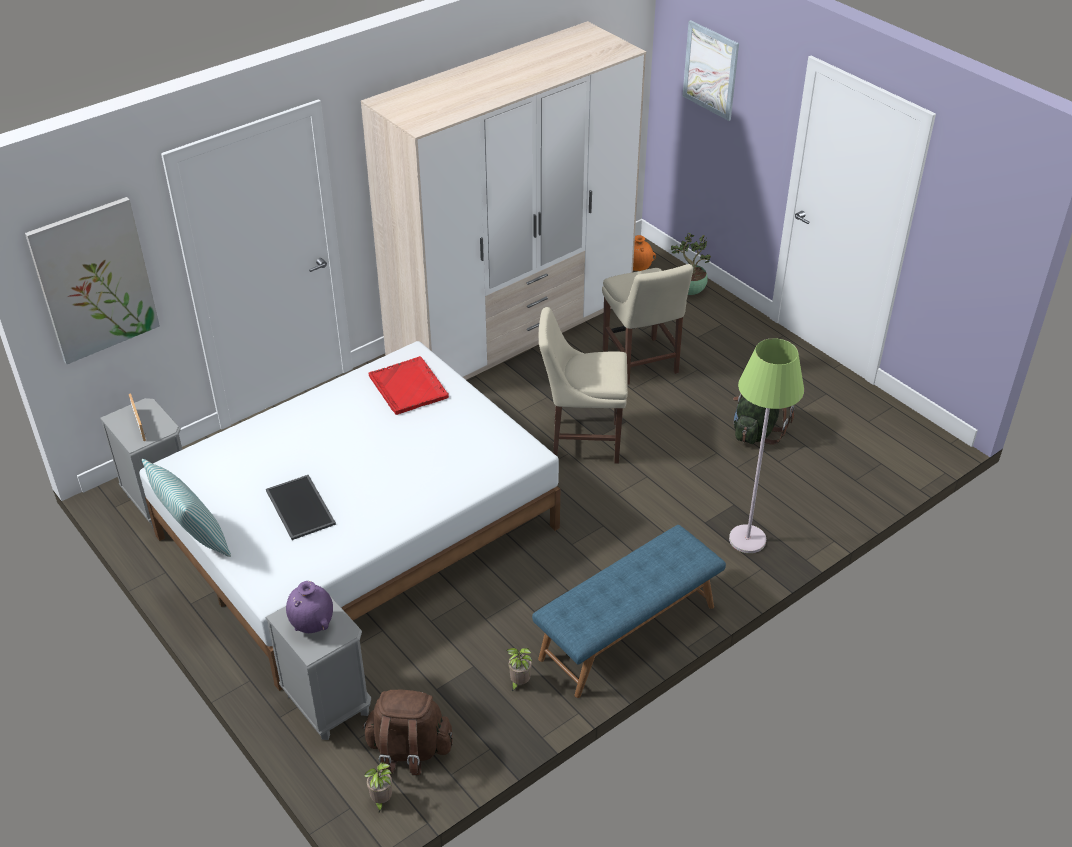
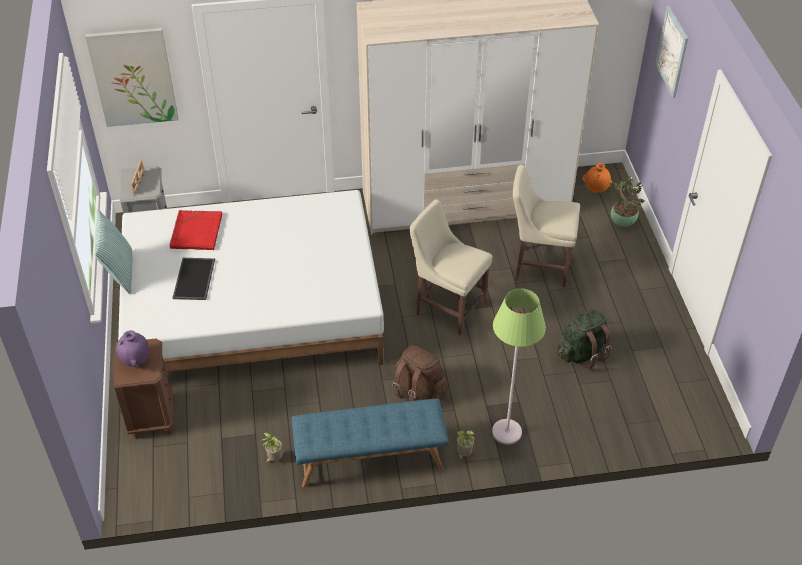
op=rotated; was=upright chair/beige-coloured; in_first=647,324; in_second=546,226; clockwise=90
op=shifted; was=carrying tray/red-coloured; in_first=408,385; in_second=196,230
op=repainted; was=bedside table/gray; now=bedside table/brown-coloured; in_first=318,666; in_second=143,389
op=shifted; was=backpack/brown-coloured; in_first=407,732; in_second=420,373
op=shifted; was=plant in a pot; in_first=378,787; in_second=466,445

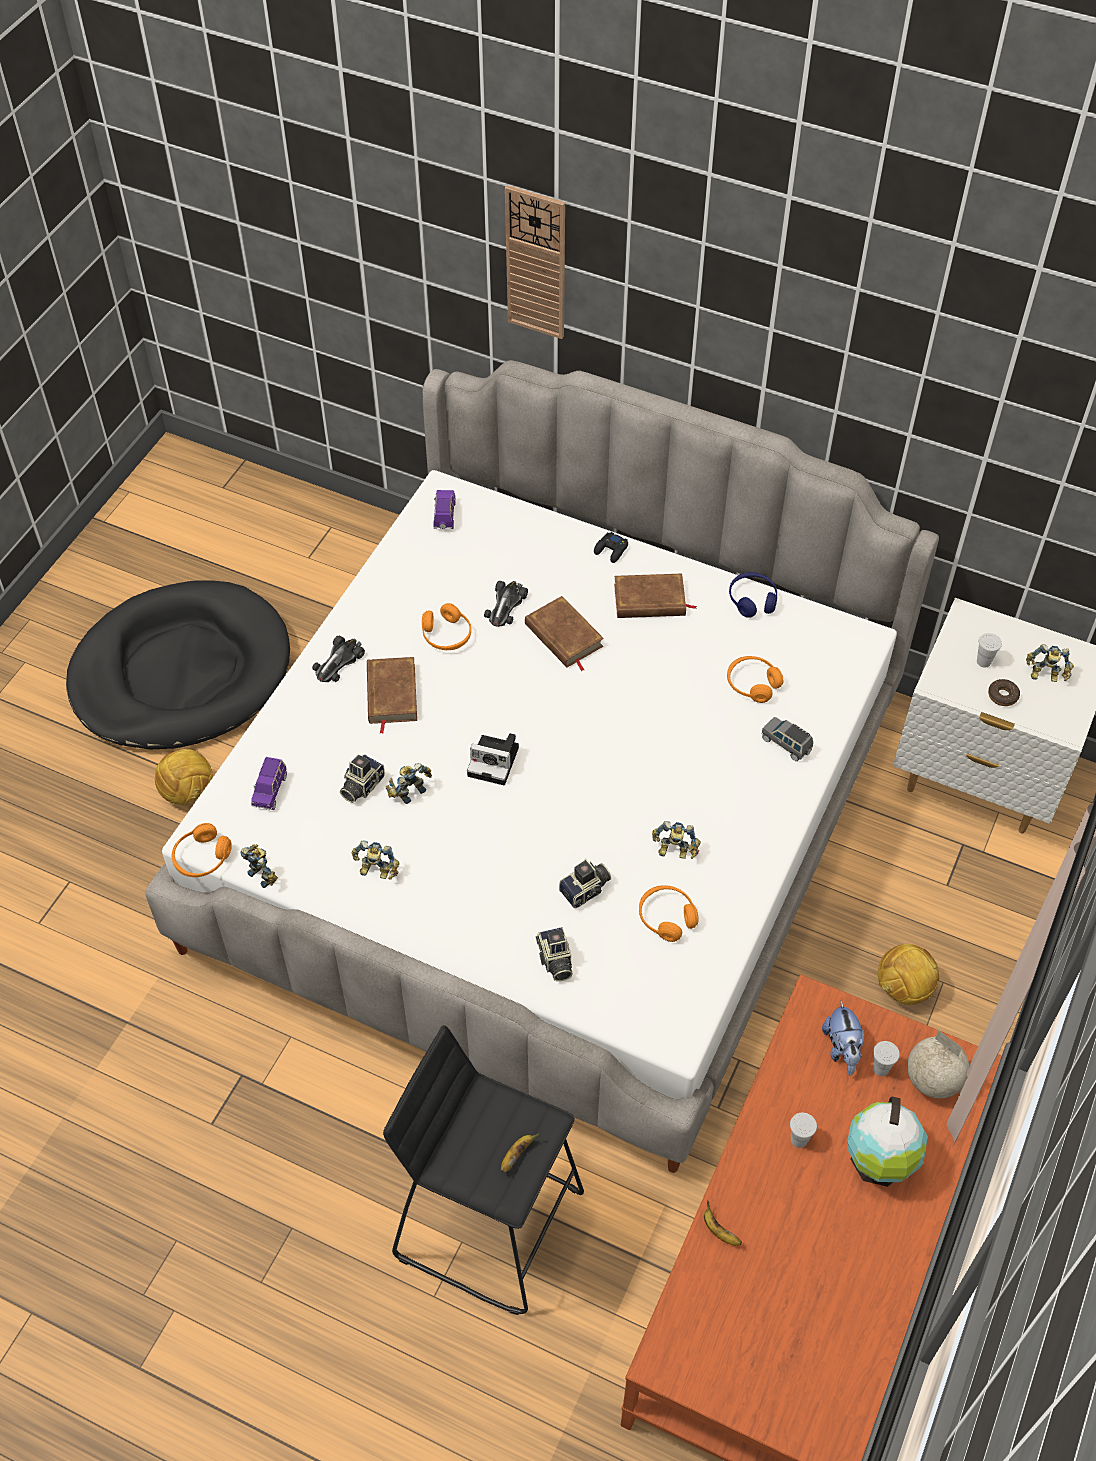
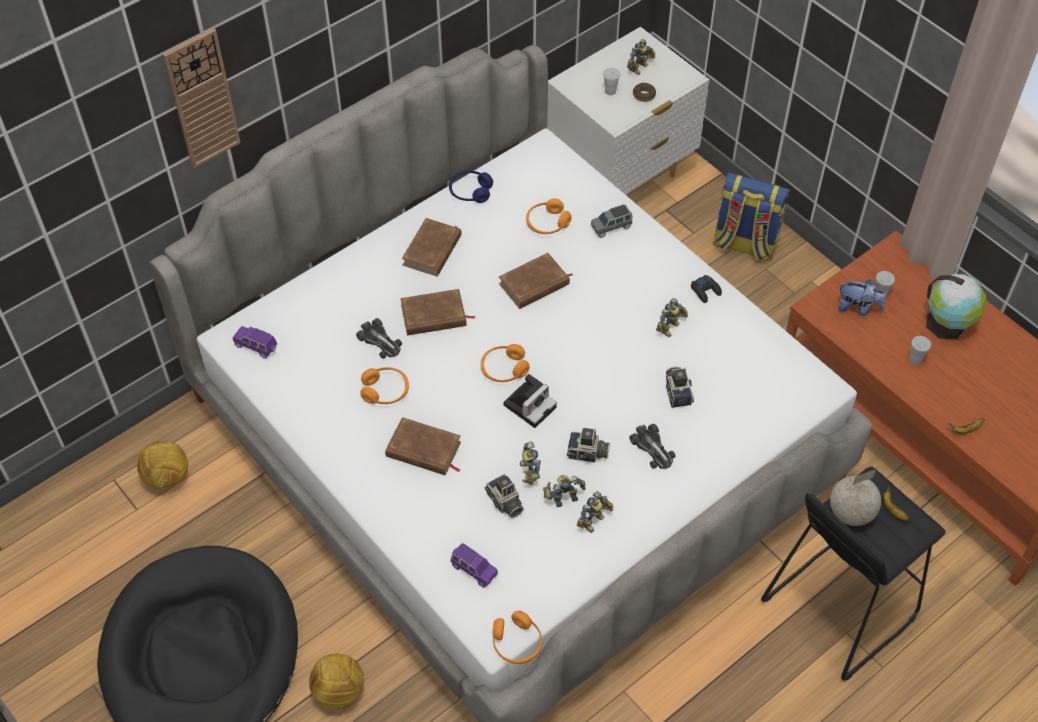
op=shifted; was=joypad/black; in_first=611,547; in_second=706,289
op=shifted; was=miniature car; in_first=338,658; in_second=652,446
op=shifted; was=robot figure; in_first=259,866; in_second=564,491
op=shifted; was=headset/orangey; in_first=669,913; in_second=505,363
op=shifted; was=photo camera; in_first=554,954; in_second=588,445
op=shifted; was=ball for football; in_first=909,974; in_second=162,465
op=shifted; was=globe; in_first=938,1064; in_second=855,497
op=new; now=backpack; in_second=751,217
op=new; now=book/brown-coloured; in_second=535,281

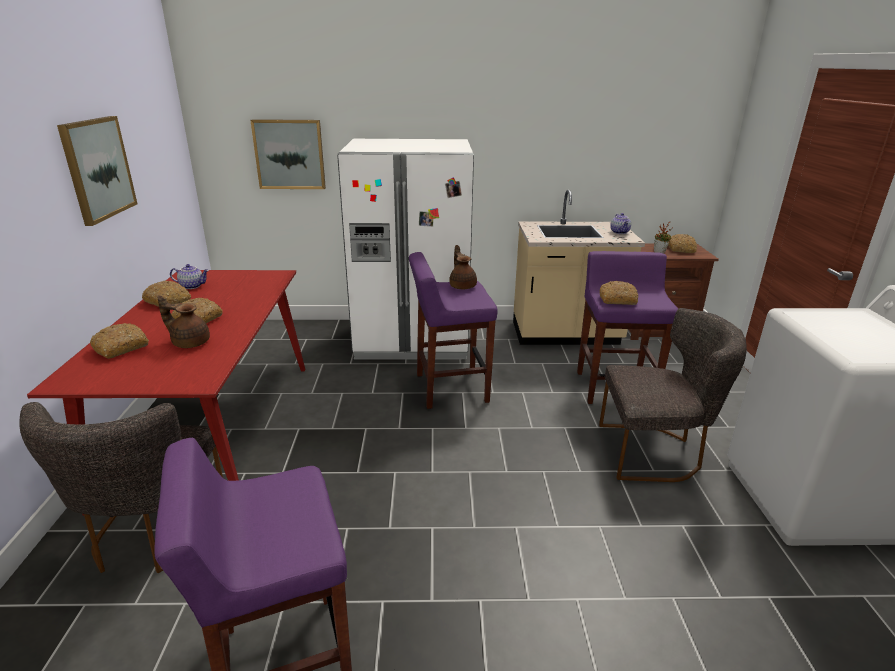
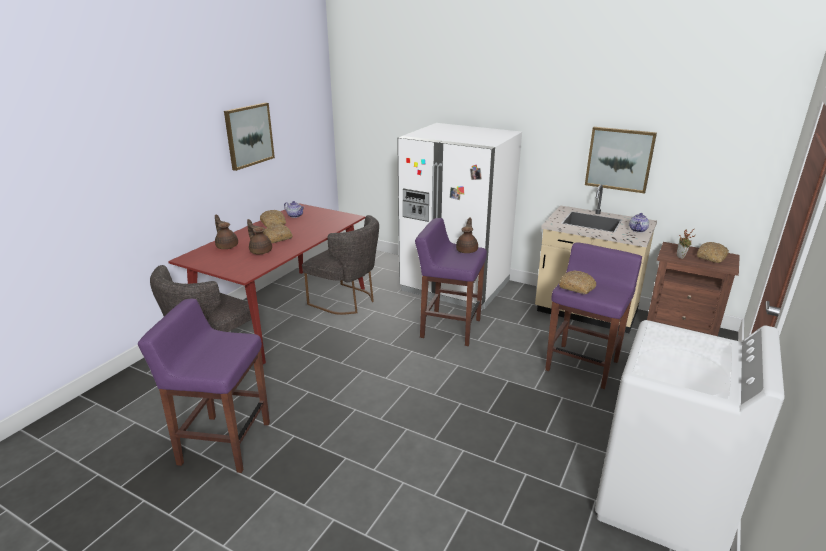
op=shifted; was=wall picture; in_first=288,154; in_second=621,160
op=shifted; was=upright chair/gray; in_first=673,395; in_second=340,265
op=swapped; was=bakery bread; now=teapot/brown-coloured; in_first=119,341; in_second=226,231

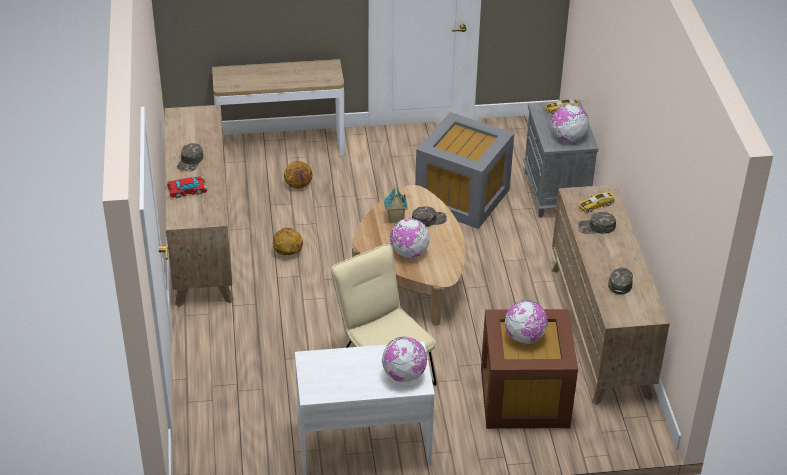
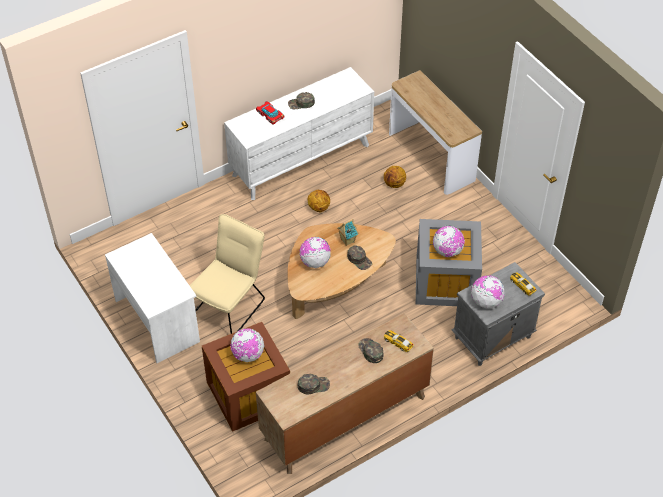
op=repainted; was=dresser/brown-coloured; now=dresser/whitish; in_first=199,206; in_second=299,133
op=shifted; was=globe; in_first=404,359; in_second=449,241

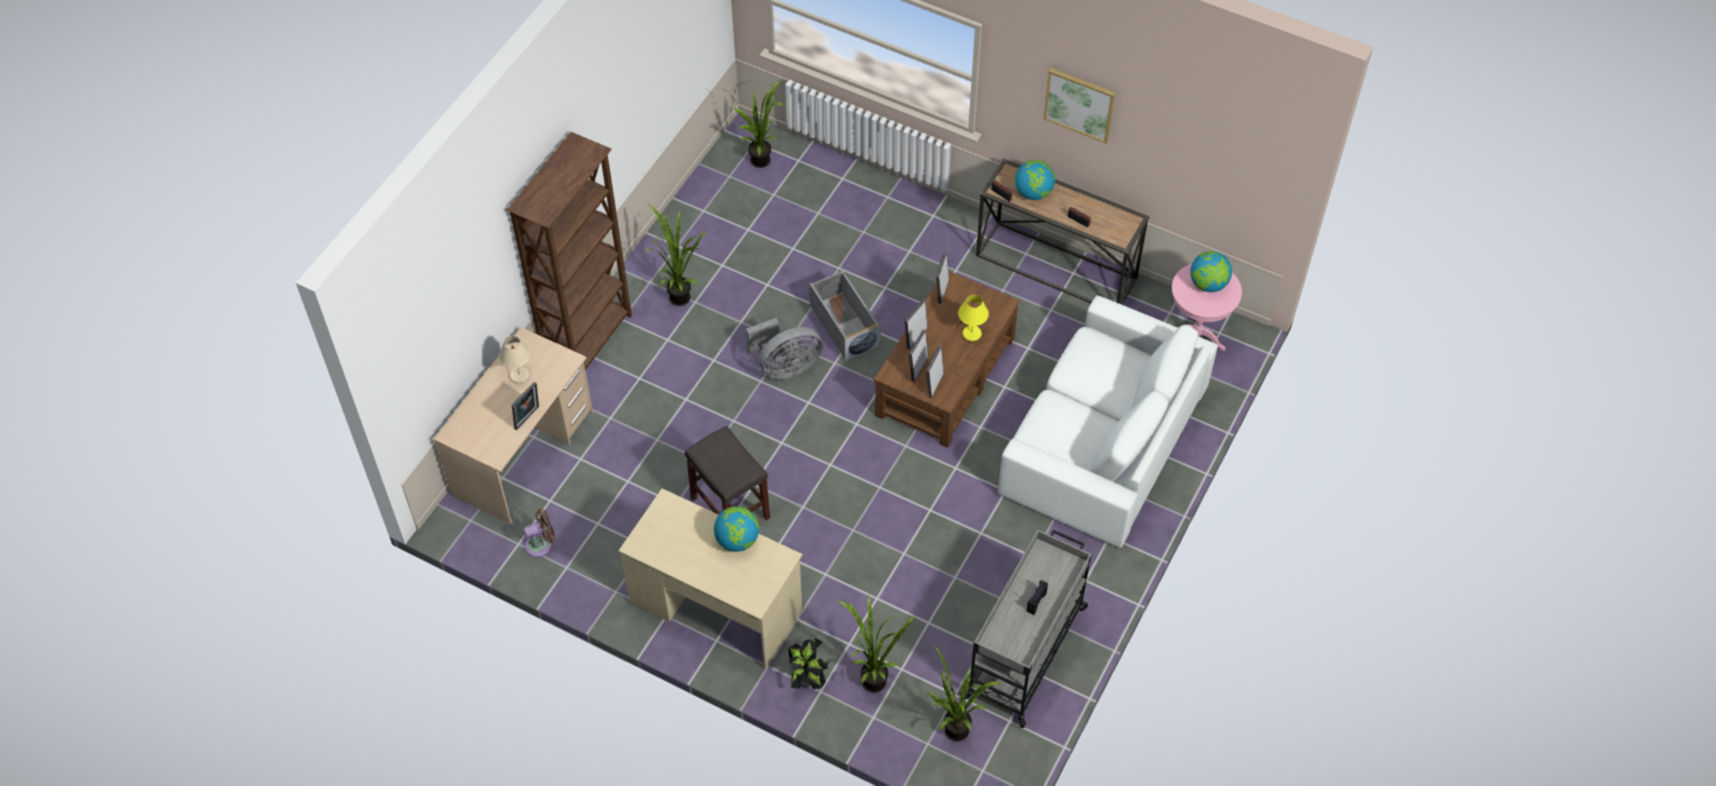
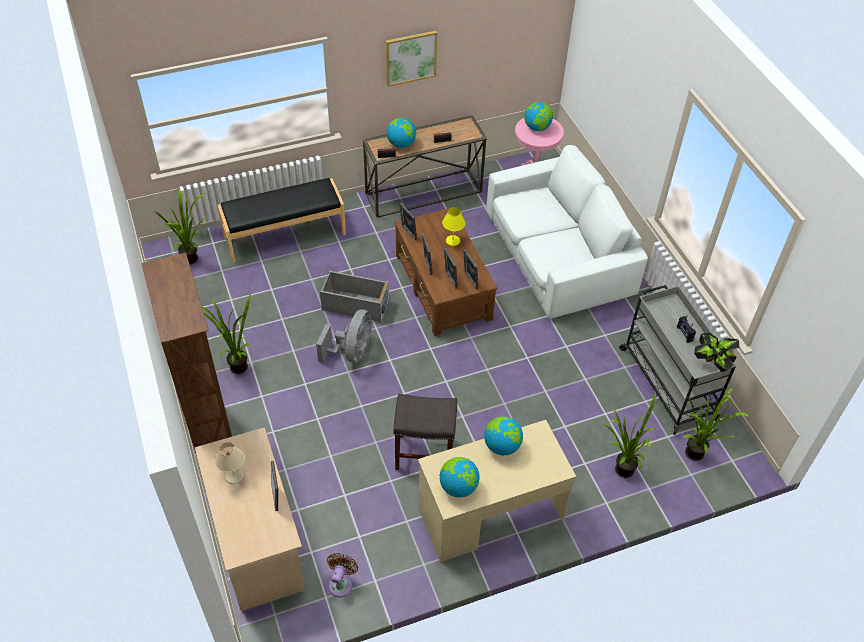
op=shifted; was=plant in a pot; in_first=808,664; in_second=716,352
op=new; now=bench/black; in_second=282,220
op=new; now=globe; in_second=460,477

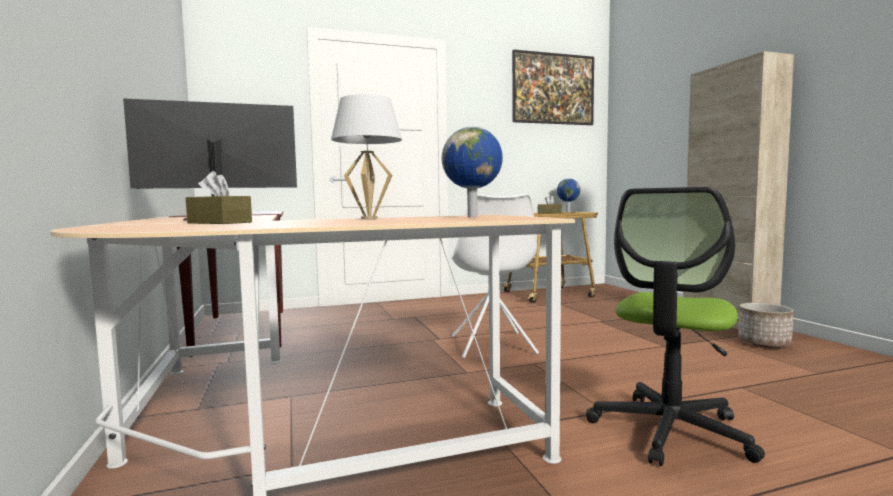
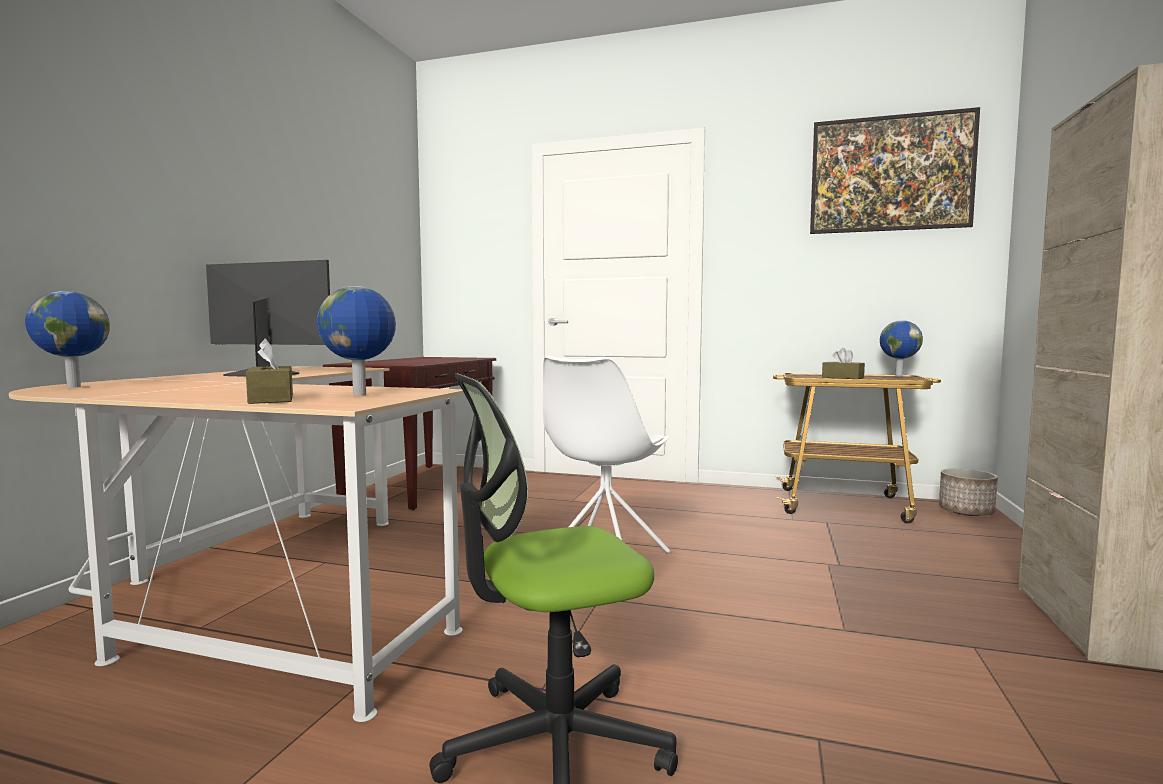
op=gone; was=lamp for a table/whitish; in_first=366,156
op=shifted; was=box of tissues/brown-coloured; in_first=219,197; in_second=269,371
op=shifted; was=flower pot; in_first=766,325; in_second=968,492
op=new; now=globe; in_second=67,339

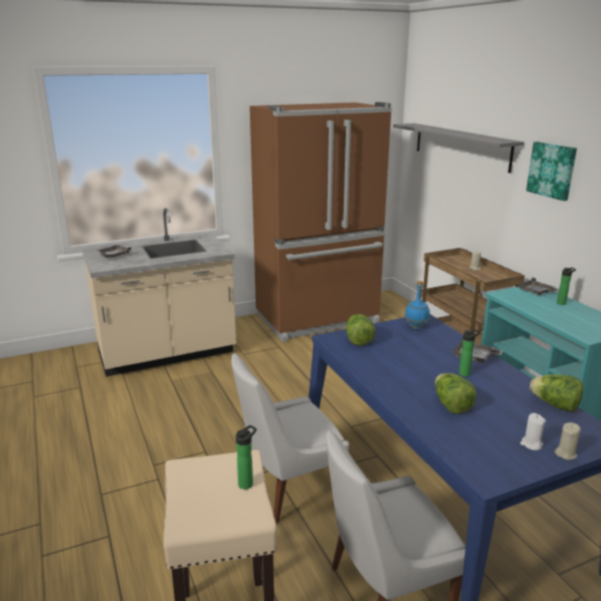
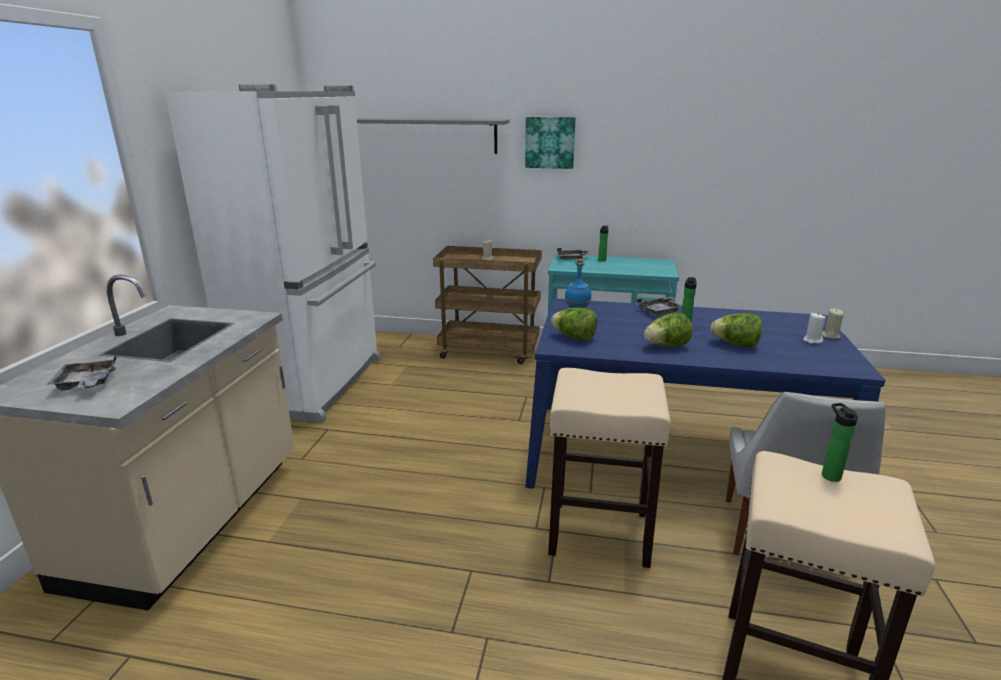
op=repainted; was=refrigerator/brown-coloured; now=refrigerator/whitish; in_first=321,222; in_second=272,253
op=swapped; was=upright chair/whitish; now=sitting stool/beige-coloured; in_first=290,438; in_second=609,468
op=shifted; was=head of lettuce; in_first=556,393; in_second=668,329

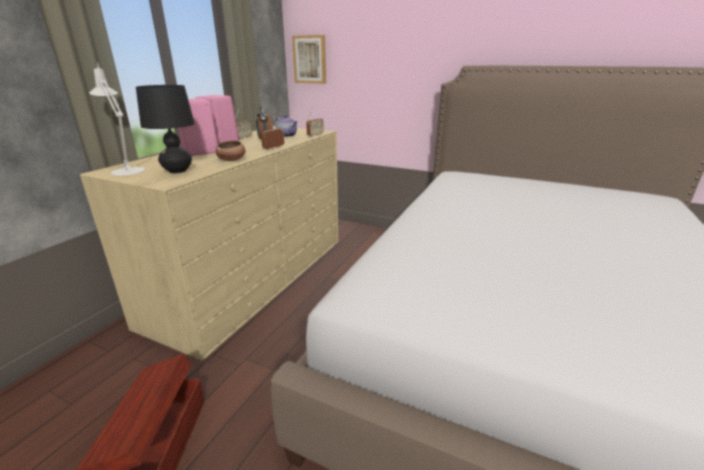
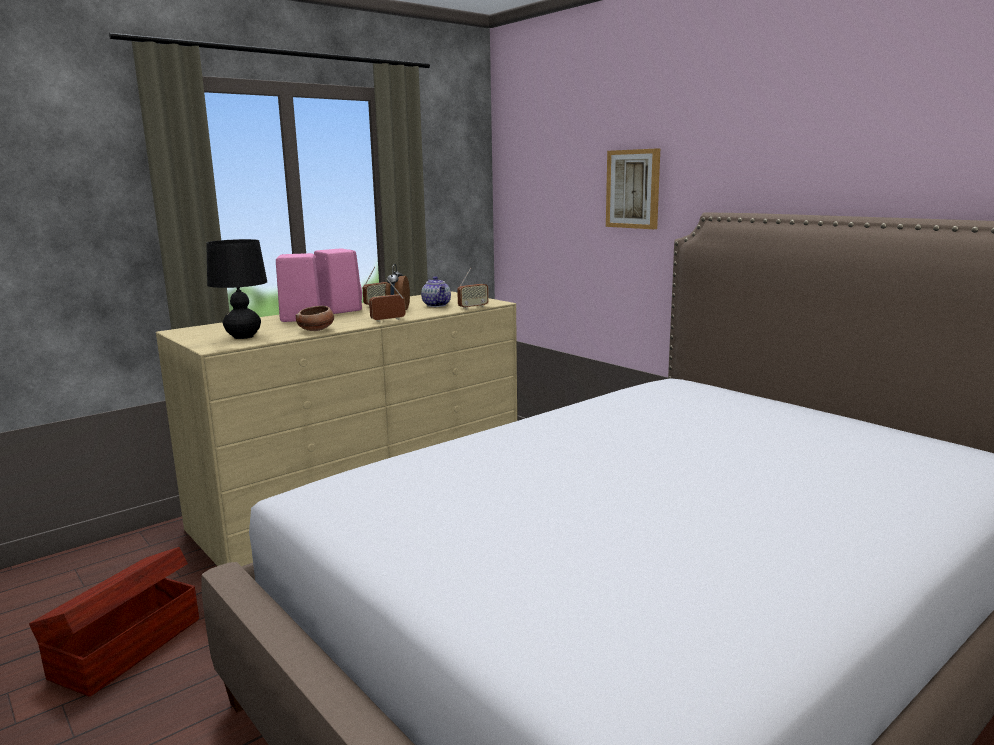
op=shifted; was=wall picture; in_first=309,59; in_second=633,189
op=gone; was=lamp for a table/whitish; in_first=117,119

